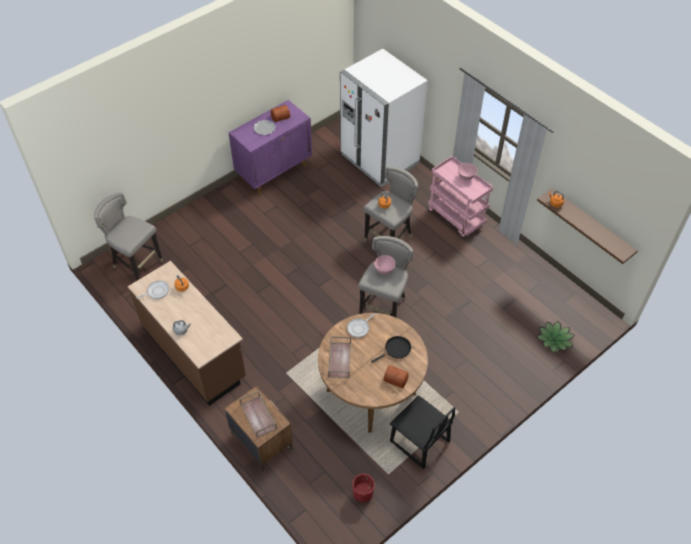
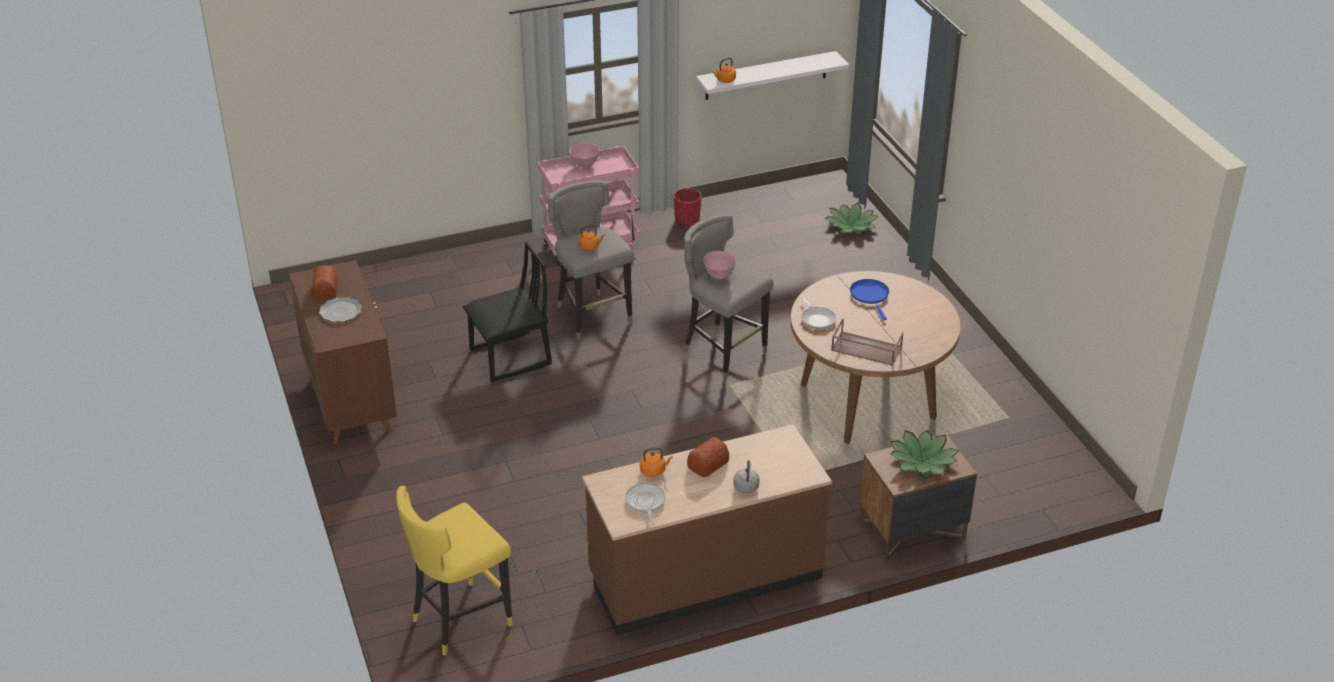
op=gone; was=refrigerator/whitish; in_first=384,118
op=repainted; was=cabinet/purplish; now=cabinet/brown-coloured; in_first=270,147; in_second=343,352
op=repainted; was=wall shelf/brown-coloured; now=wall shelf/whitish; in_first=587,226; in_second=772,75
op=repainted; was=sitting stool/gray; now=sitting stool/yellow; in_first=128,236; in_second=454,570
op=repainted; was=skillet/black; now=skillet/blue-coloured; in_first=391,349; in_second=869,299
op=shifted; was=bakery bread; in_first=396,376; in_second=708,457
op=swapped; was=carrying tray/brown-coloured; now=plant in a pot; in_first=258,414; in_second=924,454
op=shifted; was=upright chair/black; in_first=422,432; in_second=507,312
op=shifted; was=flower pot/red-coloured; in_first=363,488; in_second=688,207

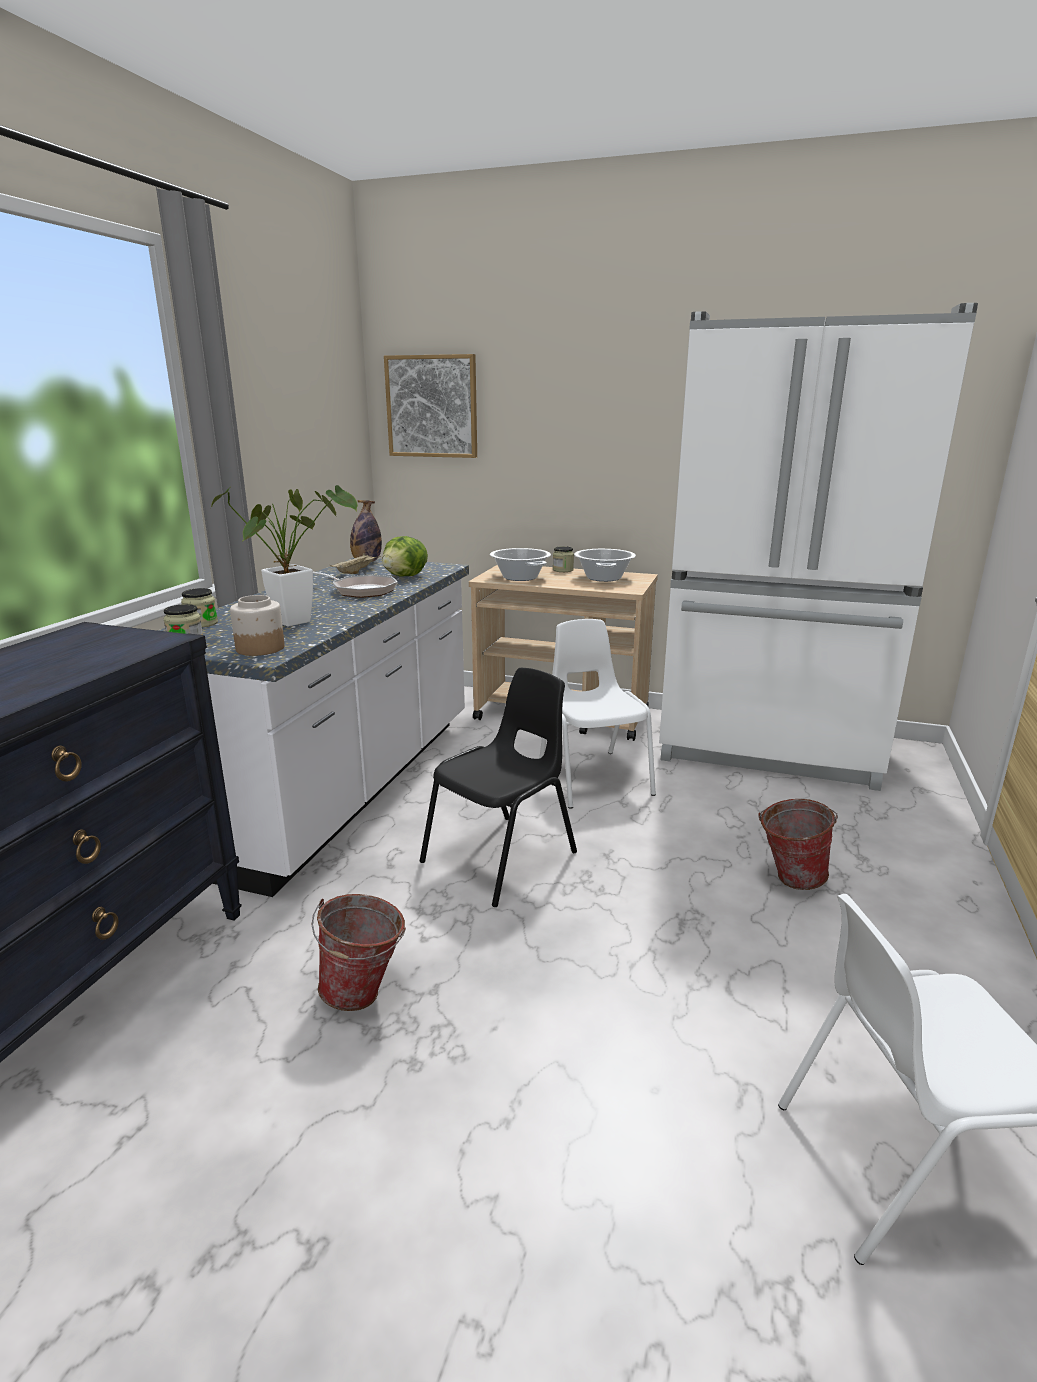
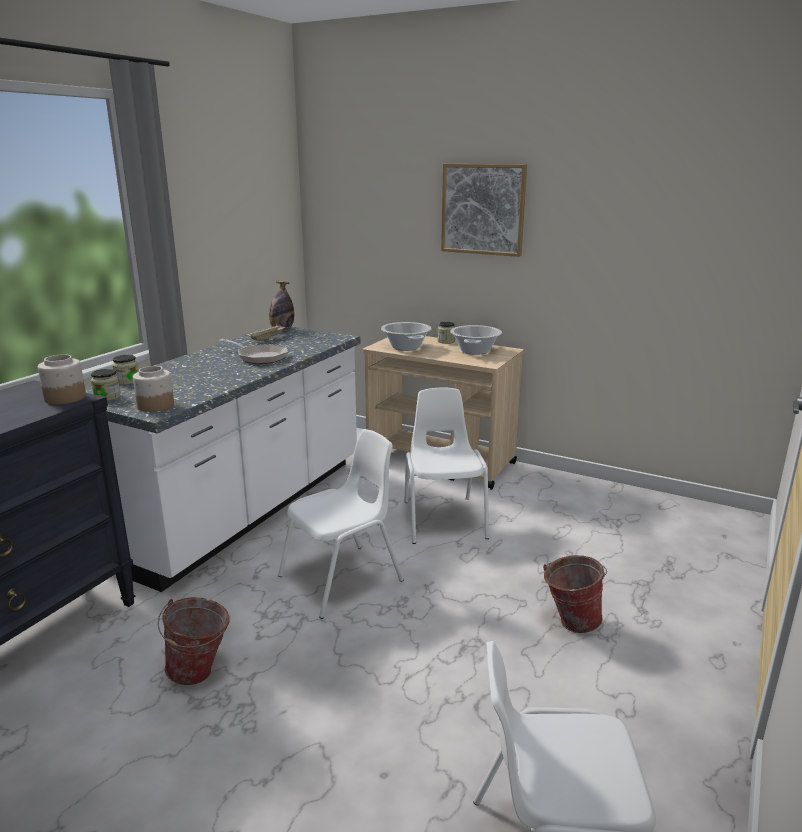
op=gone; was=refrigerator/whitish; in_first=818,547
op=shifted; was=wall picture; in_first=430,406; in_second=484,210
op=gone; was=plant in a pot; in_first=284,556
op=gone; was=head of lettuce; in_first=405,556
op=repainted; was=upright chair/black; now=upright chair/whitish; in_first=498,787; in_second=341,524
op=new; now=preserve jar; in_second=62,379

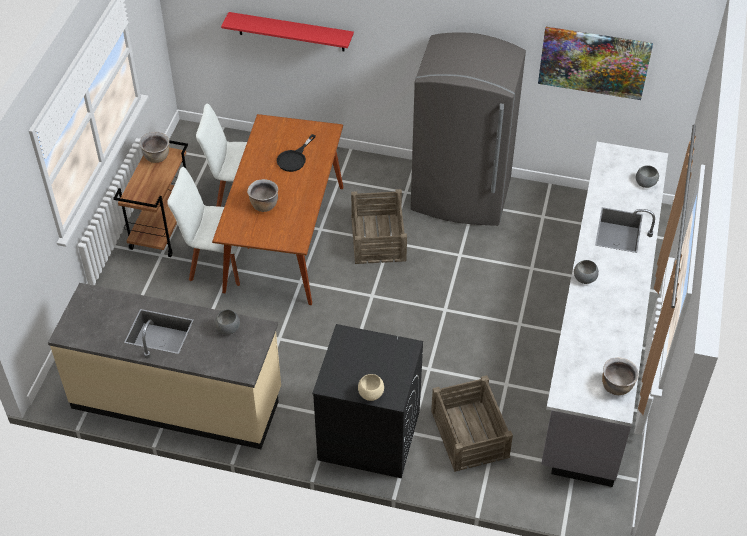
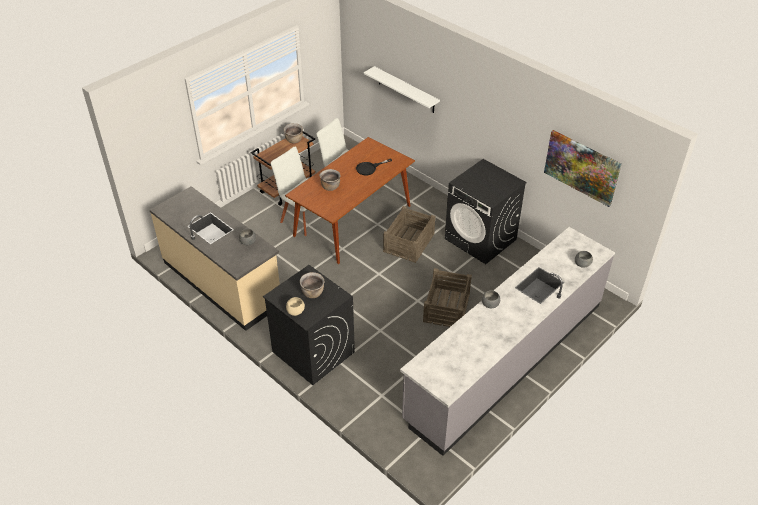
op=repainted; was=wall shelf/red-coloured; now=wall shelf/whitish; in_first=287,31; in_second=401,89
op=swapped; was=refrigerator/gray; now=washing machine/black; in_first=468,129; in_second=486,211
op=shifted; was=stockpot/brown-coloured; in_first=620,376; in_second=312,285
op=shifted; was=crate; in_first=472,423; in_second=447,297

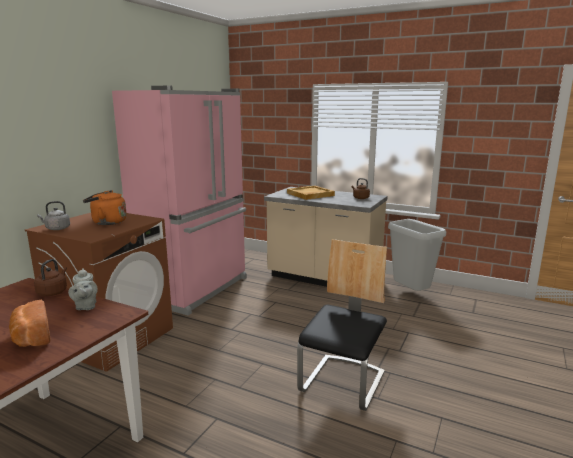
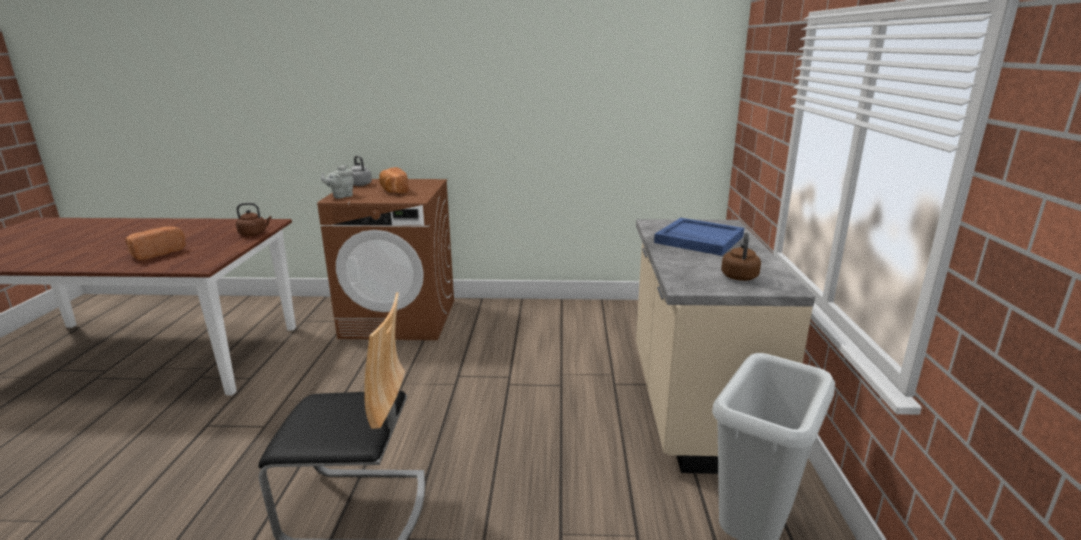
op=gone; was=refrigerator/pink; in_first=179,201
op=repainted; was=carrying tray/beige-coloured; now=carrying tray/blue-coloured; in_first=311,193; in_second=699,237
op=swapped; was=water kettle/orangey; now=bakery bread; in_first=105,207; in_second=394,180
op=shifted; was=teapot/gray; in_first=83,289; in_second=337,182

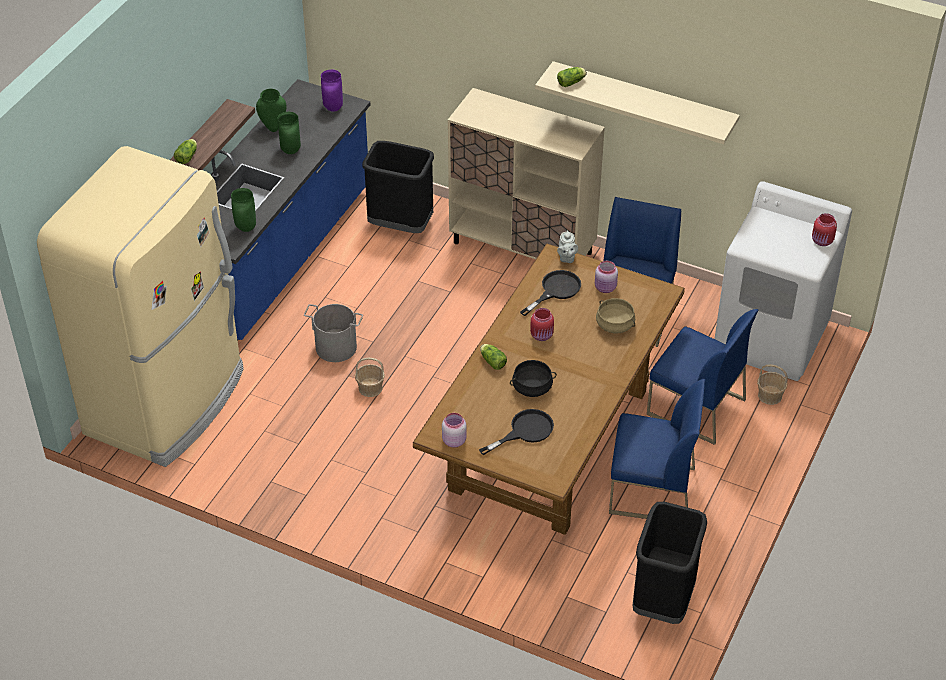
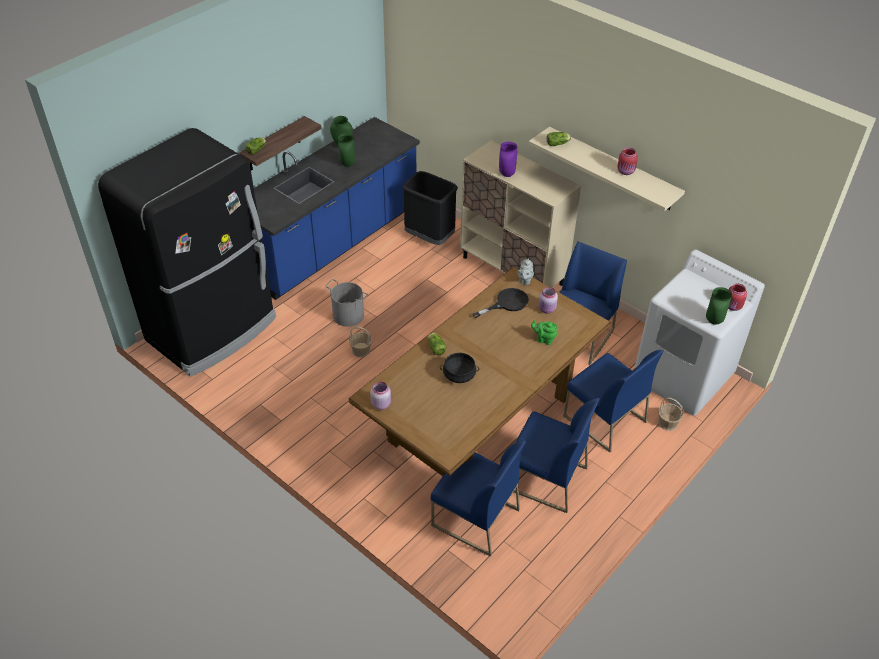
op=shifted; was=vase/purplish; in_first=332,91; in_second=508,159
op=repainted; was=refrigerator/beige-coloured; now=refrigerator/black; in_first=140,306; in_second=187,252
op=shifted; was=vase/green-coloured; in_first=243,210; in_second=719,306
op=swapped; was=stockpot/beige-coloured; now=teapot/green-coloured; in_first=615,315; in_second=544,332
op=shifted; was=preserve jar/red-coloured; in_first=542,324; in_second=627,161
op=gone; was=skillet/black; in_first=516,432
op=gone; was=rubbish bin/black; in_first=669,563
op=new; now=upright chair/blue-coloured; in_second=478,498

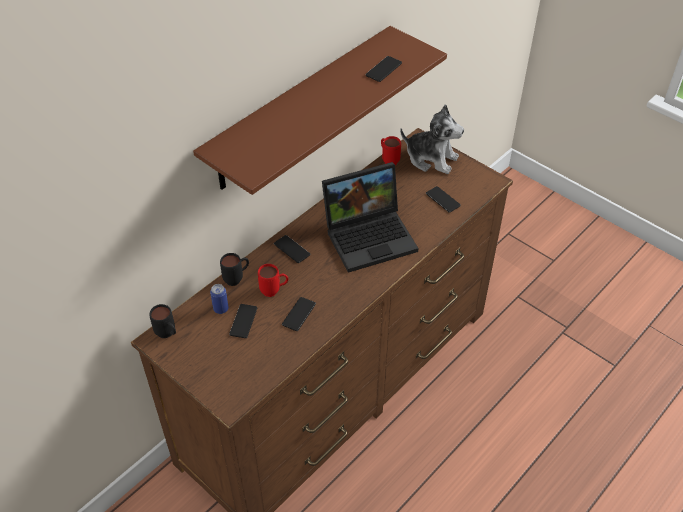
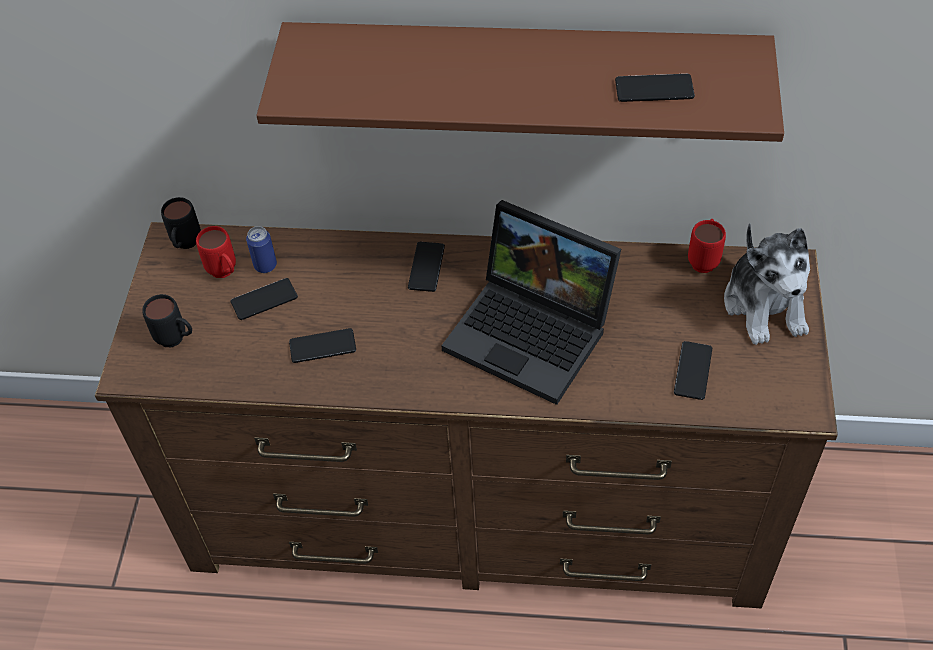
op=shifted; was=tea mug/black; in_first=234,269; in_second=167,320
op=shifted; was=tea mug/red-coloured; in_first=273,280; in_second=216,252

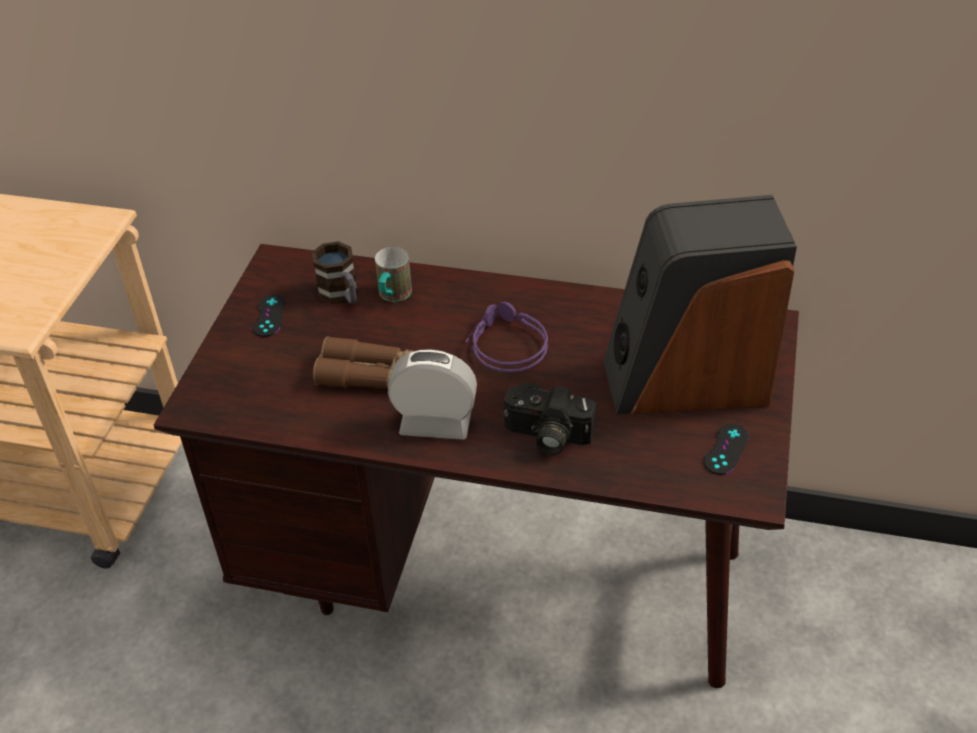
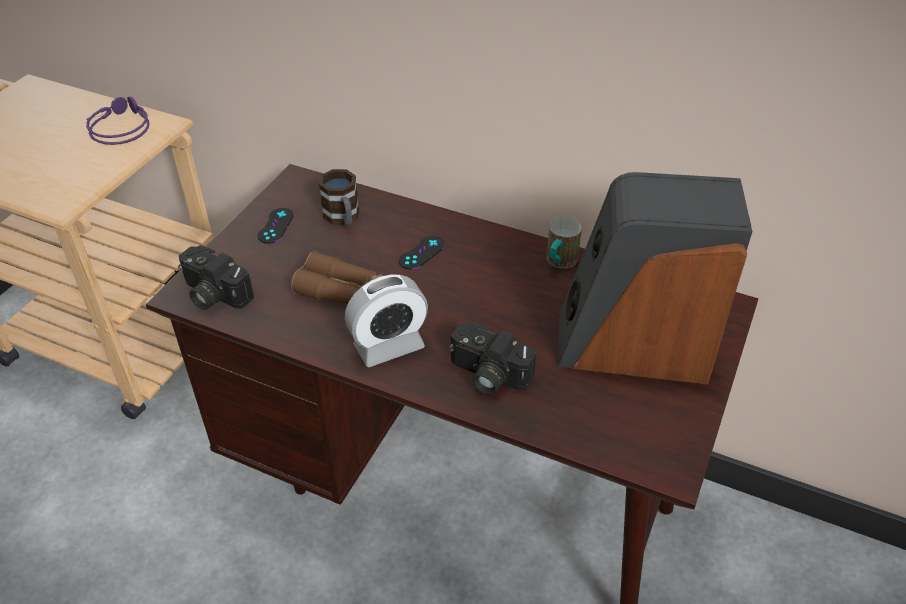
op=shifted; was=tea mug; in_first=393,274; in_second=564,242
op=shifted; was=headset/purplish; in_first=507,337; in_second=118,120
op=rotated; was=alarm clock; in_first=432,394; in_second=386,321; clockwise=135
op=shifted; was=joypad/black; in_first=726,449; in_second=422,253
op=new; now=photo camera; in_second=216,277

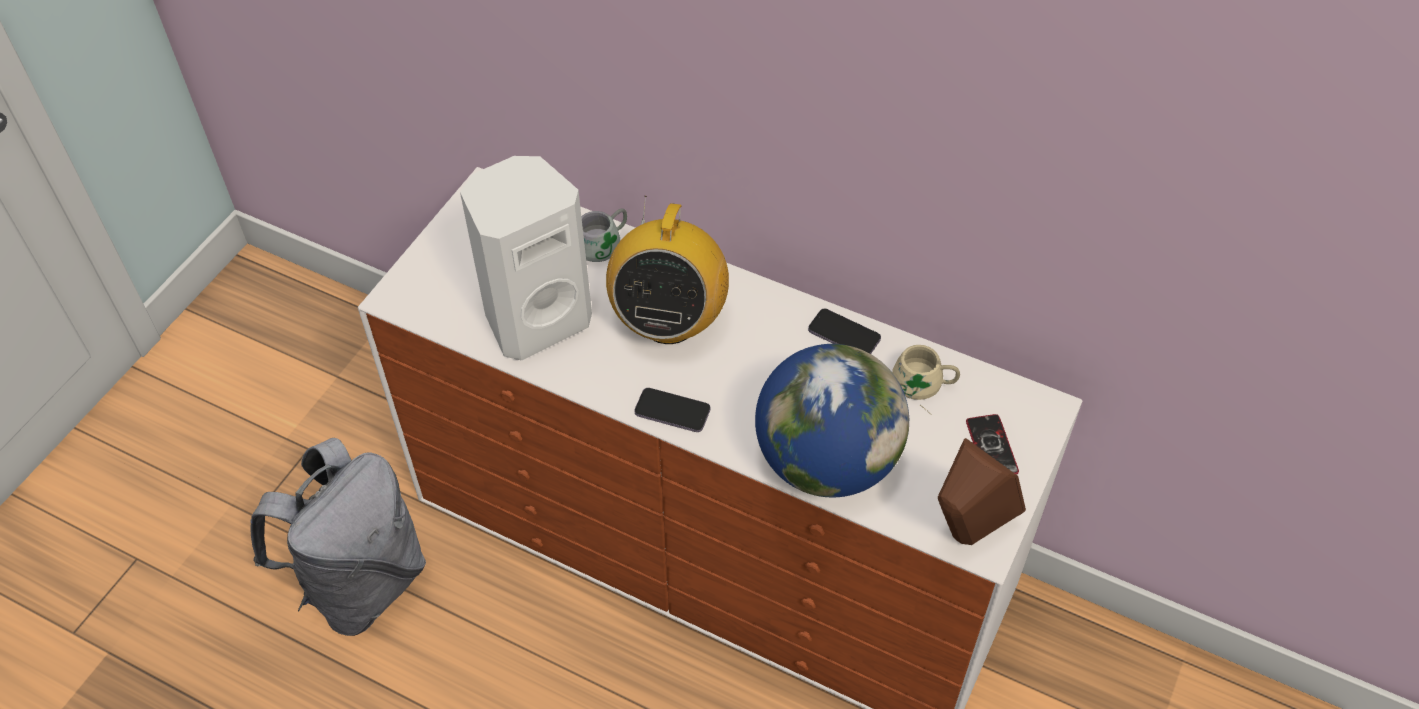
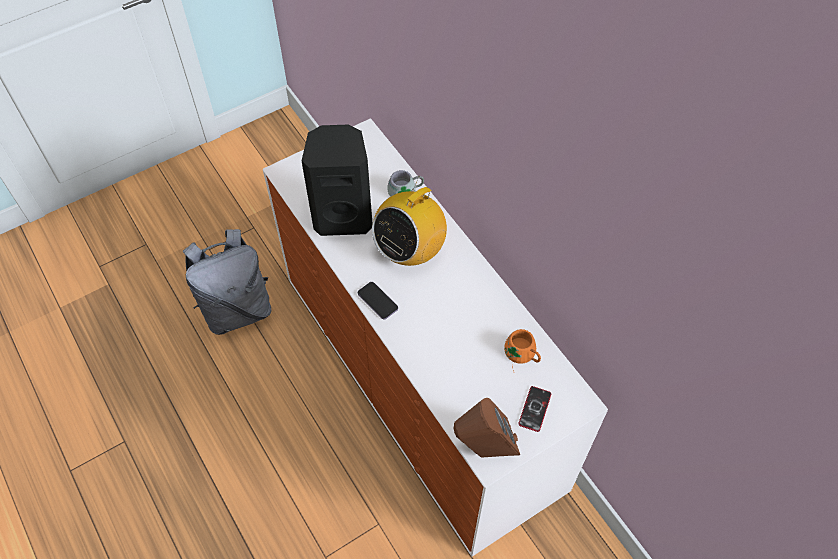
op=repainted; was=audio speaker/whitish; now=audio speaker/black; in_first=526,258; in_second=337,180
op=gone; was=handset; in_first=844,331
op=gone; was=globe; in_first=832,421
op=repainted; was=tea mug/beige-coloured; now=tea mug/orangey; in_first=926,379; in_second=522,350

